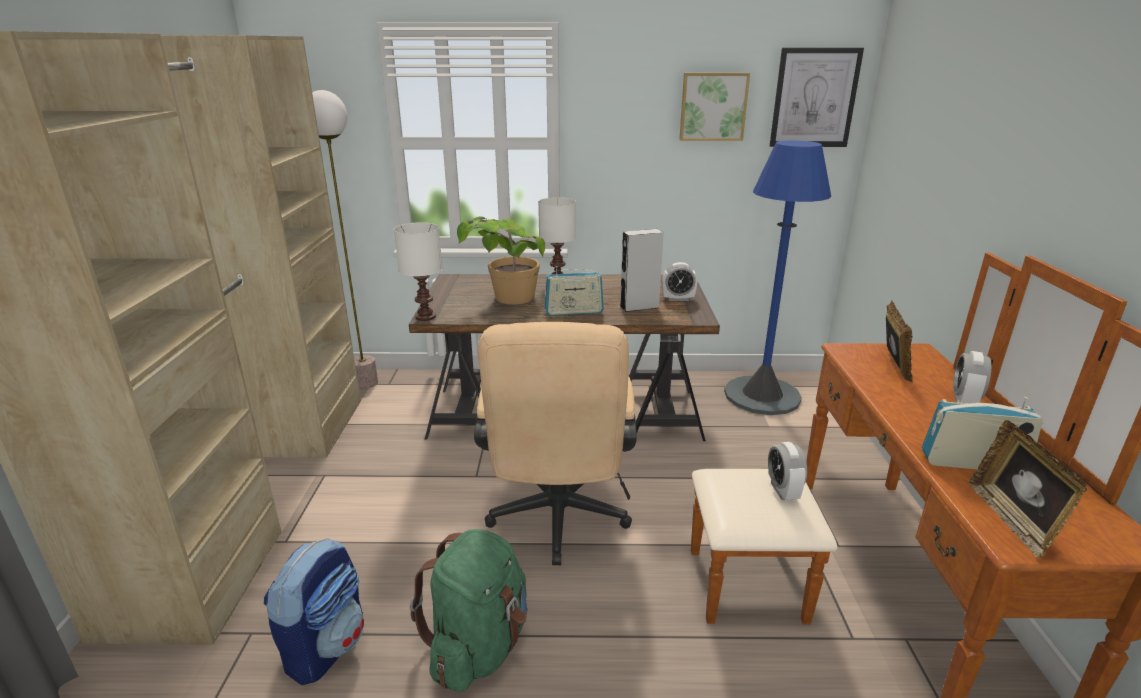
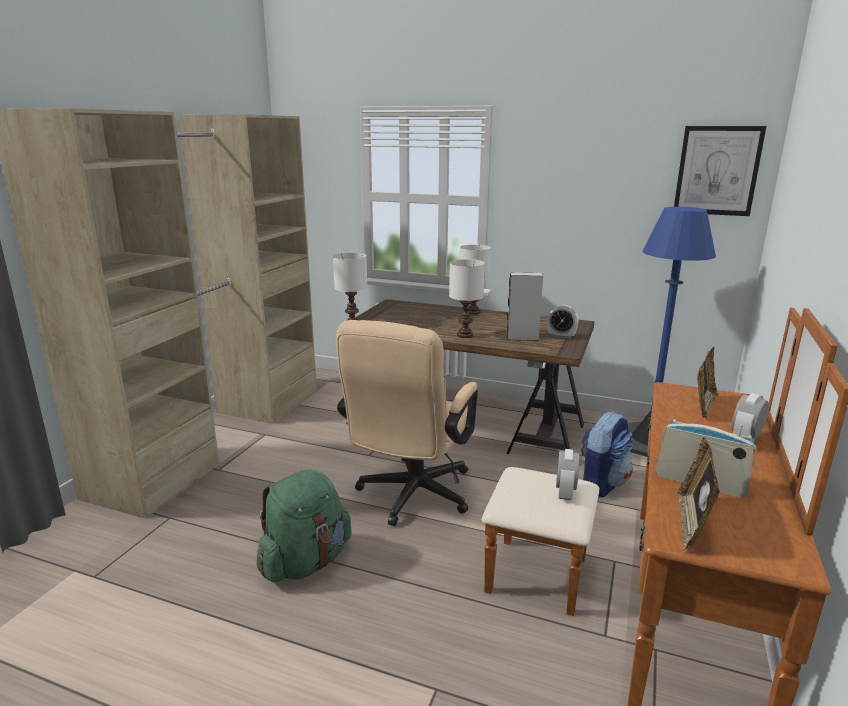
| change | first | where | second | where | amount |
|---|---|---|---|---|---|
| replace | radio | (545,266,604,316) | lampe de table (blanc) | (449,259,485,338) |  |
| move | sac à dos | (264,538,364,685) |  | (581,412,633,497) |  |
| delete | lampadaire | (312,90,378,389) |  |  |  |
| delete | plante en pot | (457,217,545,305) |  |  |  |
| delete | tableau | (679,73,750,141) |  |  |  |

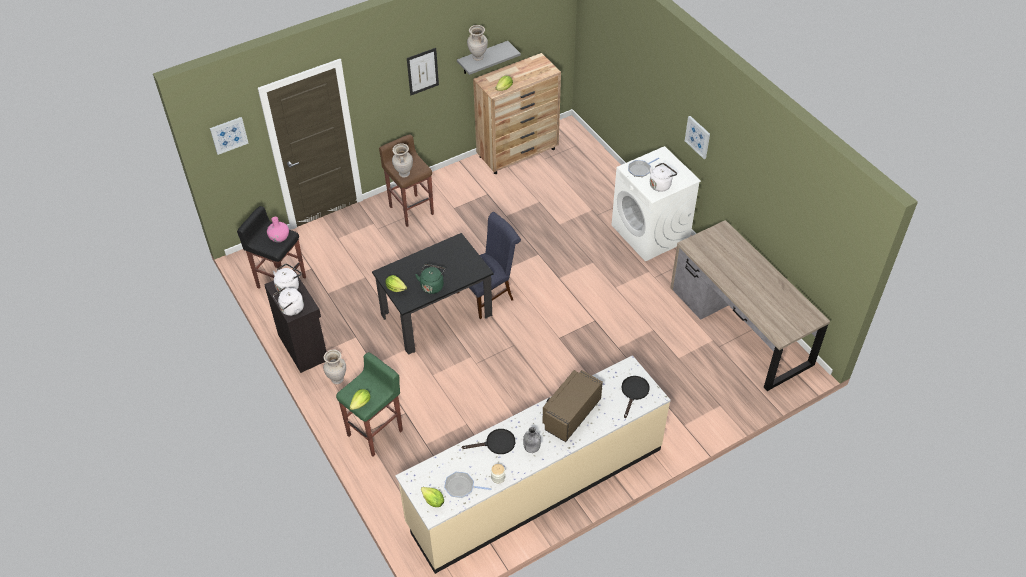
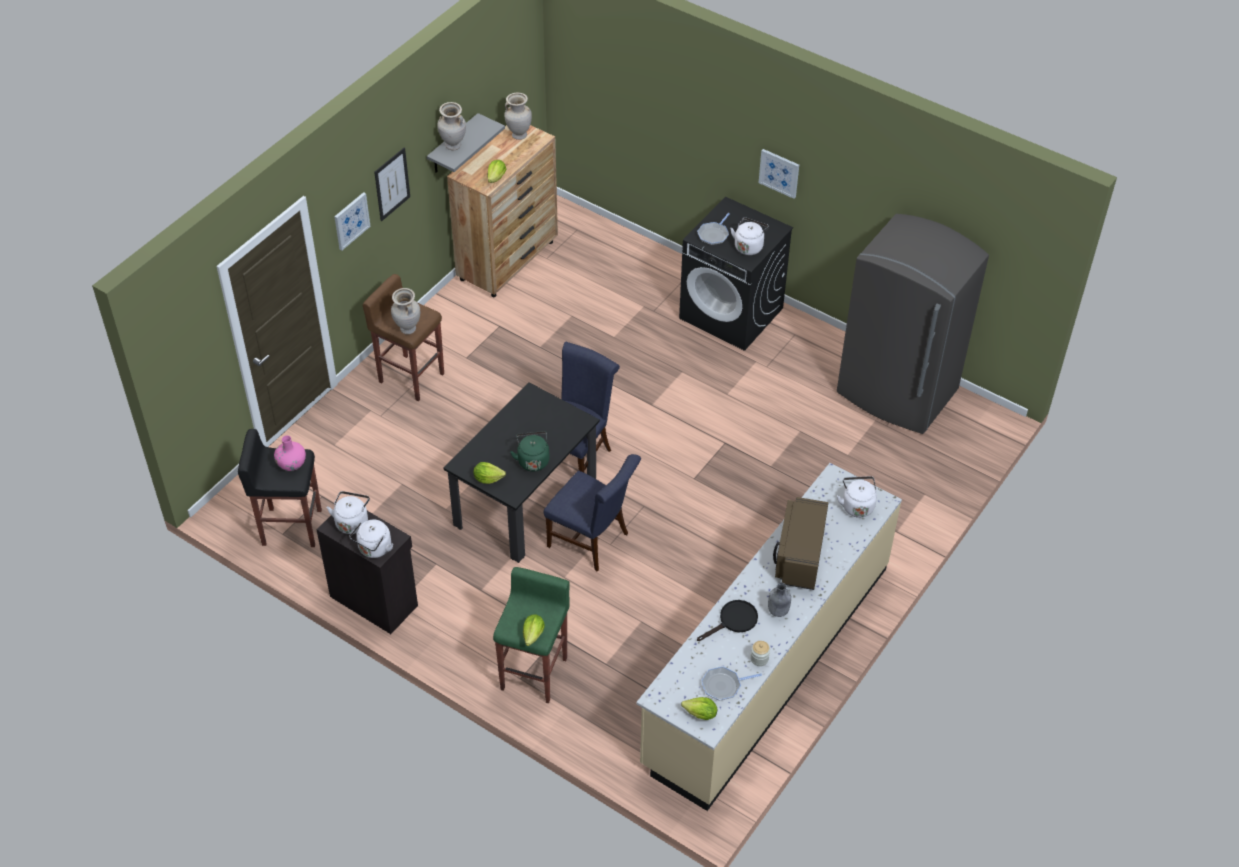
| change | first | where | second | where | amount |
|---|---|---|---|---|---|
| move | tableau | (210,117,249,155) |  | (334,192,371,250) |  |
| move | vase (beige) | (323,350,346,384) |  | (504,92,532,140) |  |
| insert |  |  | chaise (bleu) | (544,454,641,572) |  |
| recolor | lave-linge (blanc) | (612,146,701,261) | lave-linge (noir) | (679,197,793,351) |  |
| replace | bureau (marron) | (670,220,830,391) | réfrigérateur (gris) | (837,214,989,434) |  |
| replace | poêle (noir) | (622,376,650,418) | bouilloire (blanc) | (837,476,877,518) |  |

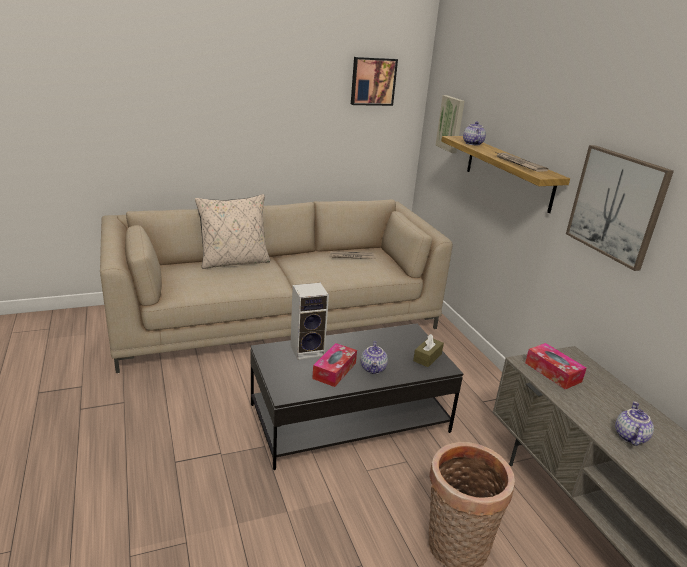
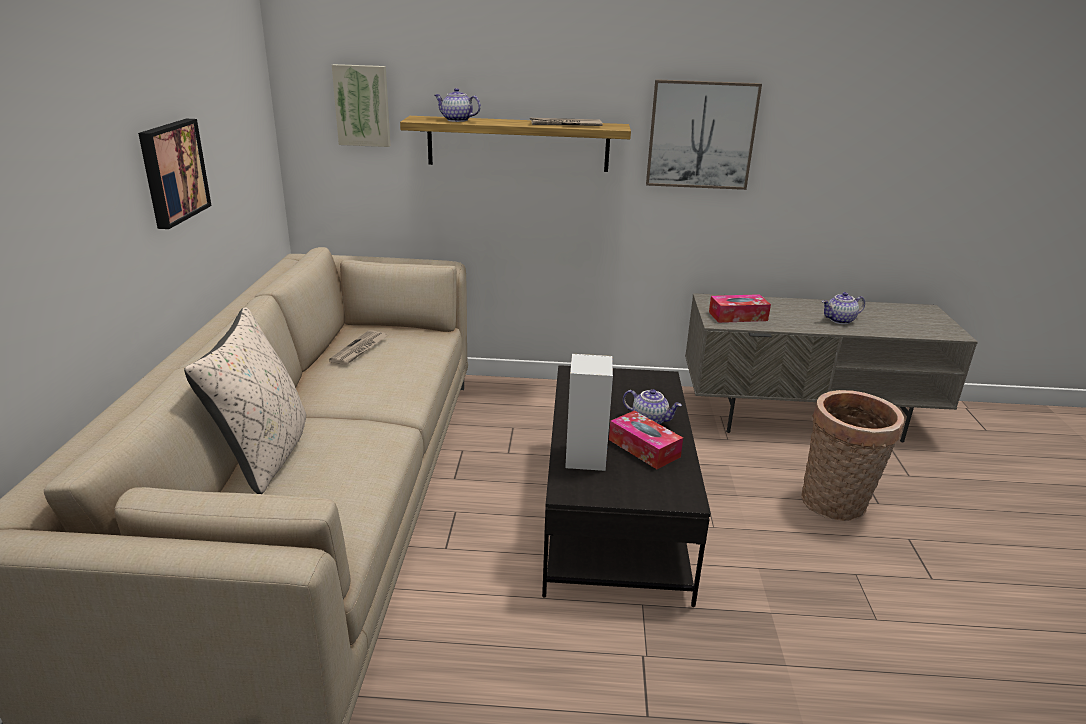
| change | first | where | second | where | amount |
|---|---|---|---|---|---|
| move | tableau | (351,57,398,106) |  | (138,119,211,229) |  |
| rotate | théière | (615,401,654,446) |  | (822,292,865,324) | 60 degrees counterclockwise |
| delete | boîte à mouchoirs (marron) | (413,334,444,367) |  |  |  |

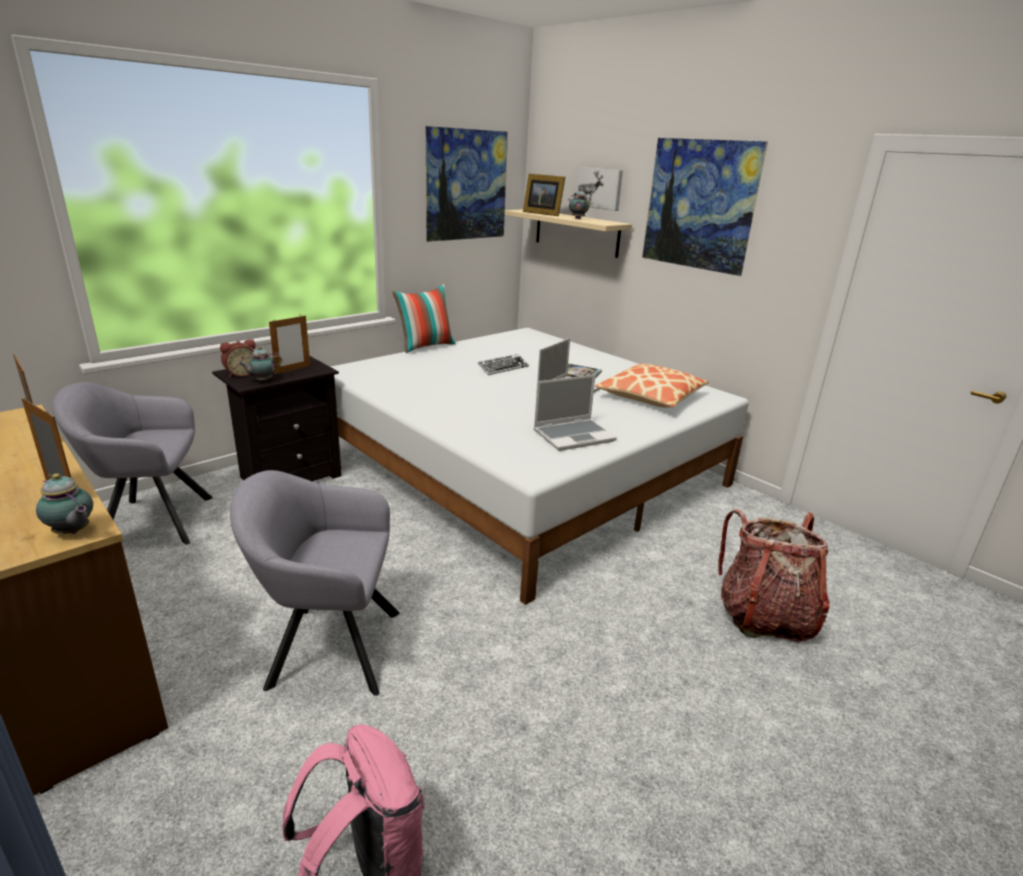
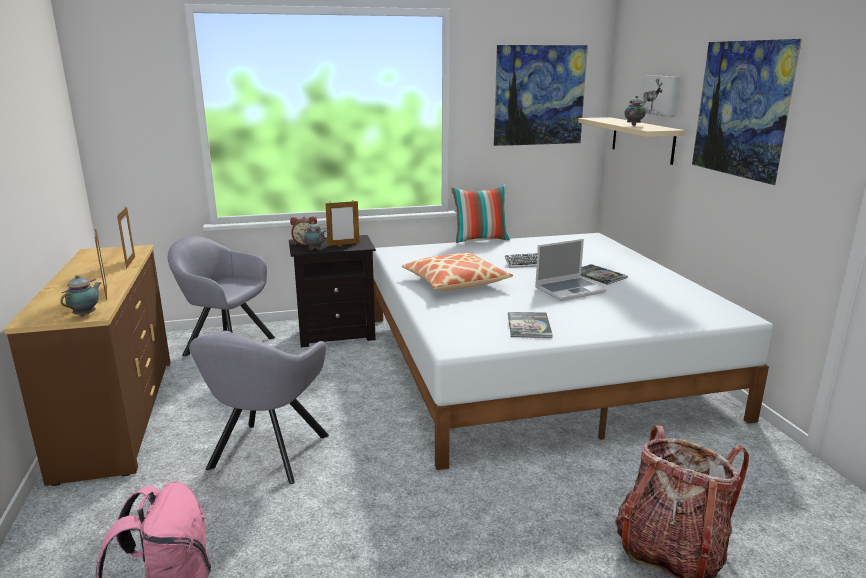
| change | first | where | second | where | amount |
|---|---|---|---|---|---|
| rotate | théière | (36,473,93,534) |  | (60,275,101,317) | 135 degrees counterclockwise |
| rotate | fauteuil (gris) | (230,470,399,696) |  | (189,331,329,484) | 105 degrees counterclockwise |
| move | coussin | (595,364,709,408) |  | (402,253,513,291) |  |
| replace | ordinateur portable | (534,375,617,451) | livre | (508,312,553,338) |  |
| delete | cadre photo | (523,174,565,216) |  |  |  |

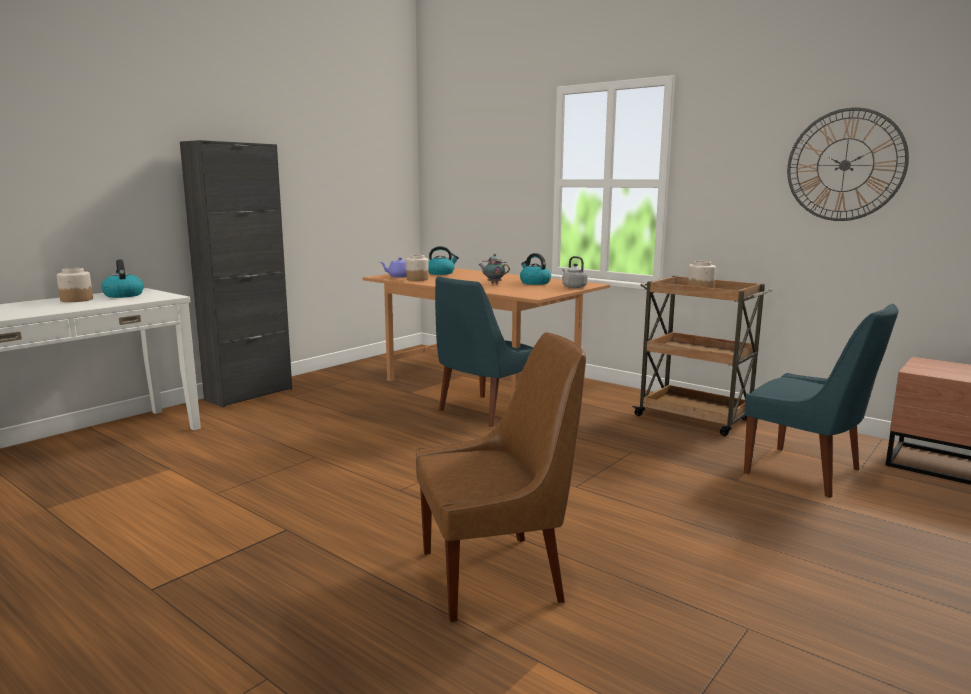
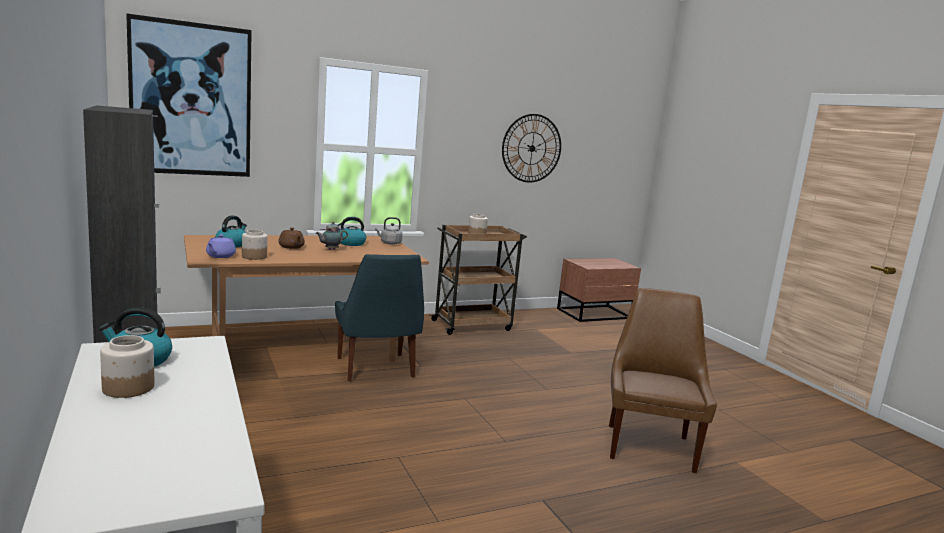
| change | first | where | second | where | amount |
|---|---|---|---|---|---|
| insert |  |  | tableau | (126,13,252,177) |  |
| insert |  |  | théière (marron) | (278,228,305,249) |  |
| delete | chaise (bleu) | (744,304,899,498) |  |  |  |

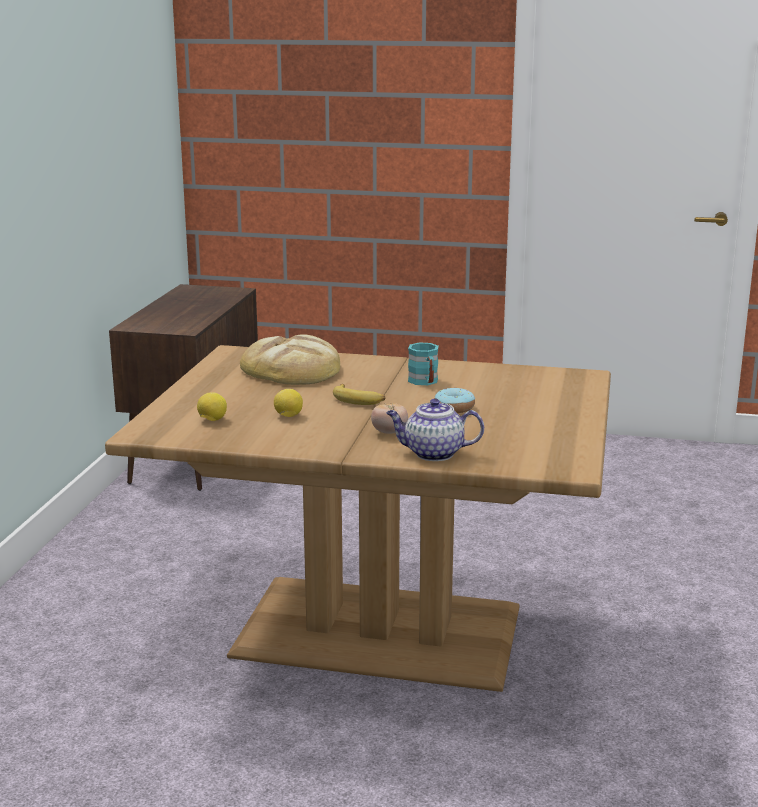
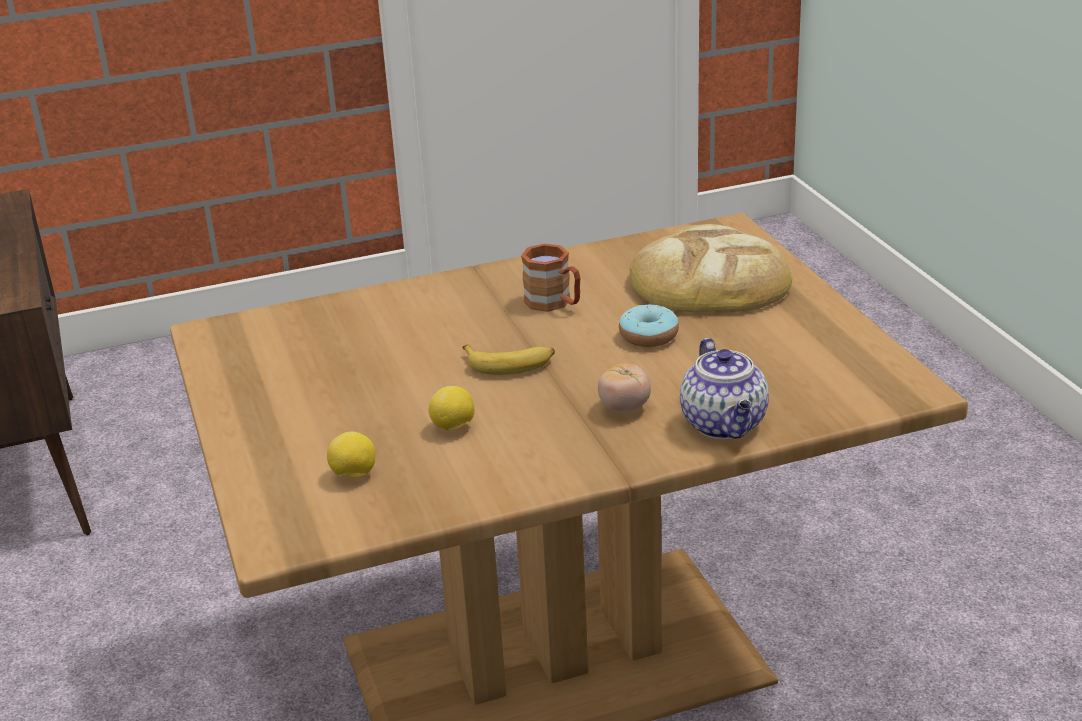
| change | first | where | second | where | amount |
|---|---|---|---|---|---|
| recolor | mug (turquoise) | (408,343,439,385) | mug (marron) | (521,243,580,312) |  |
| move | pain | (240,335,340,385) |  | (630,224,792,312) |  |
| rotate | théière | (386,398,484,461) |  | (680,338,769,439) | 75 degrees counterclockwise |

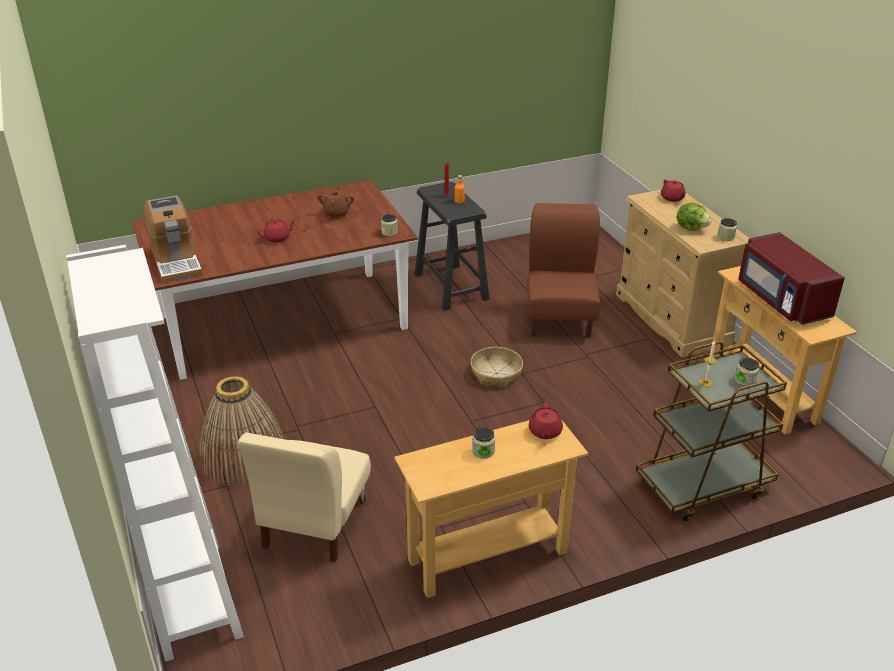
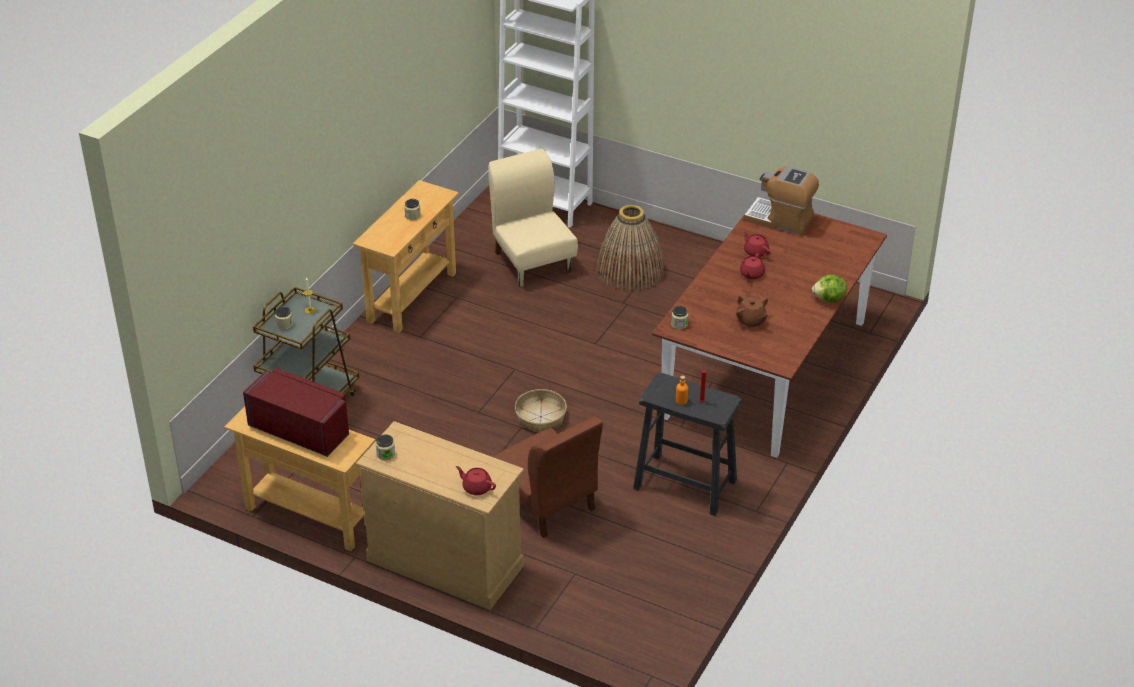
| change | first | where | second | where | amount |
|---|---|---|---|---|---|
| move | théière (rouge) | (529,403,563,439) |  | (743,229,770,257) |  |
| move | laitue | (677,203,711,231) |  | (812,275,847,303) |  |

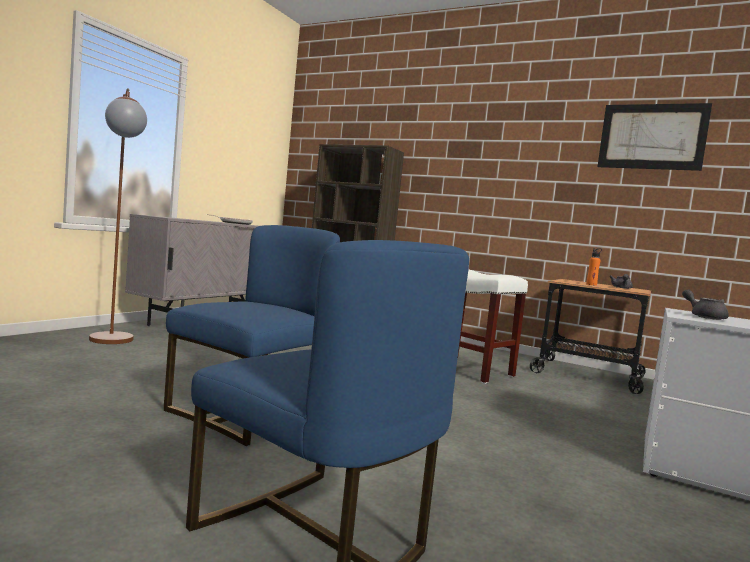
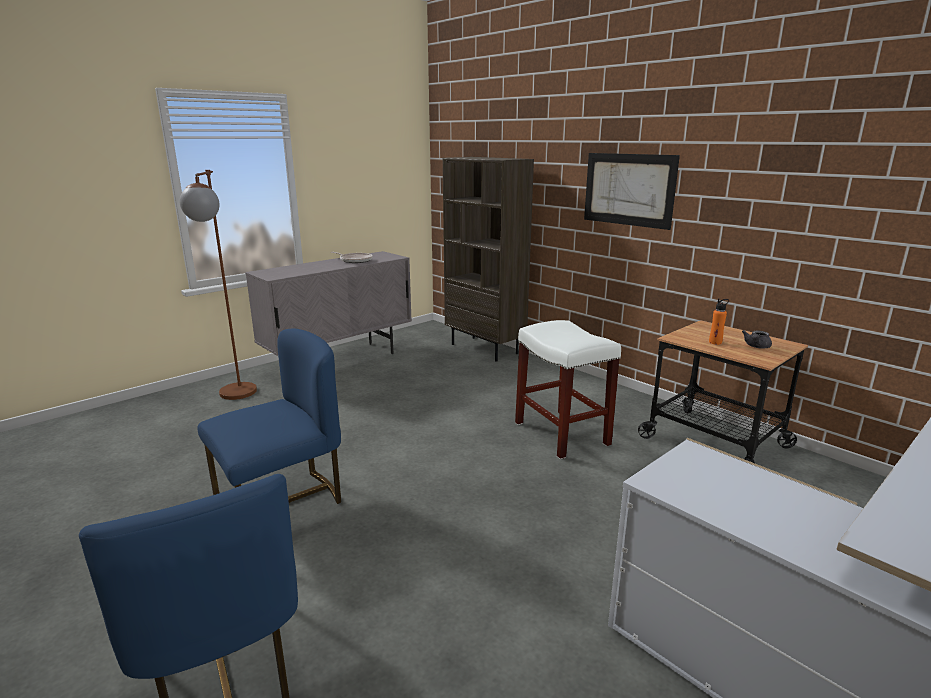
| change | first | where | second | where | amount |
|---|---|---|---|---|---|
| move | tableau | (597,103,712,171) |  | (584,153,680,230) |  |
| delete | théière (gris) | (682,289,729,320) |  |  |  |

